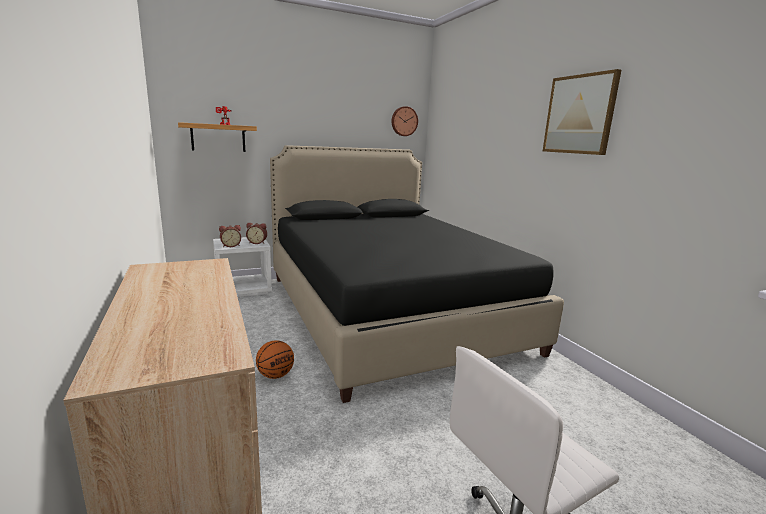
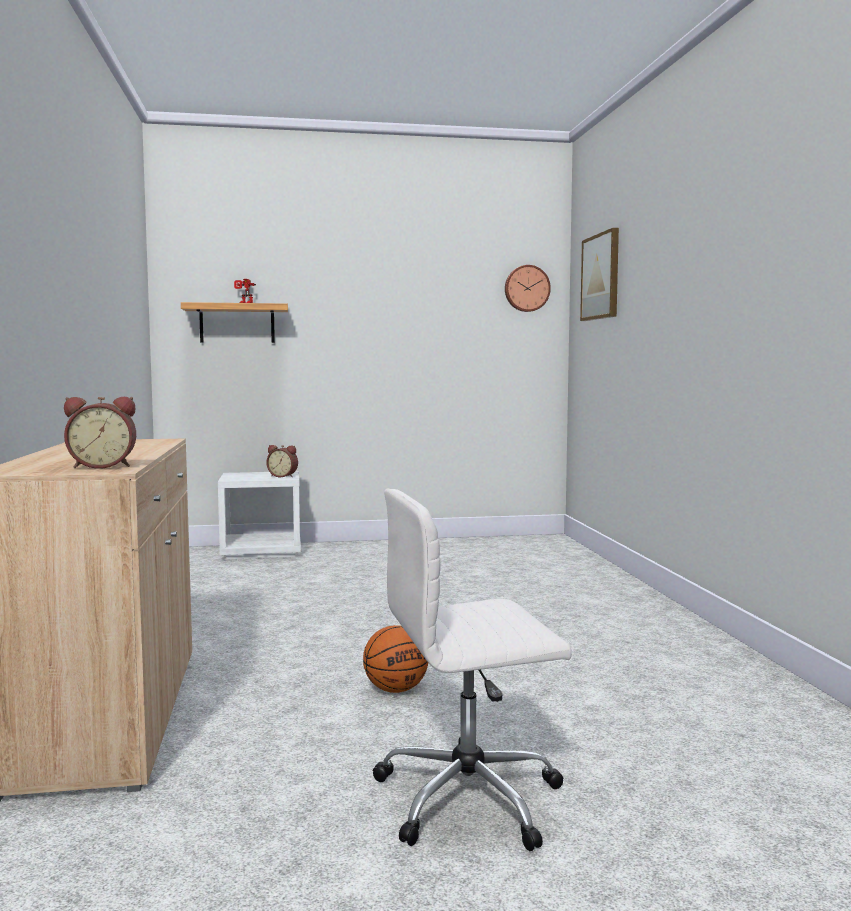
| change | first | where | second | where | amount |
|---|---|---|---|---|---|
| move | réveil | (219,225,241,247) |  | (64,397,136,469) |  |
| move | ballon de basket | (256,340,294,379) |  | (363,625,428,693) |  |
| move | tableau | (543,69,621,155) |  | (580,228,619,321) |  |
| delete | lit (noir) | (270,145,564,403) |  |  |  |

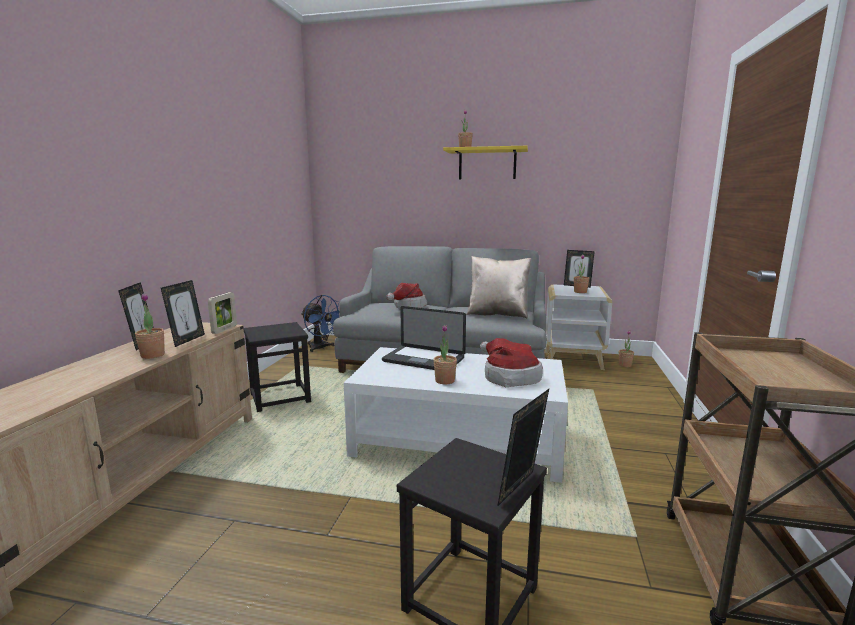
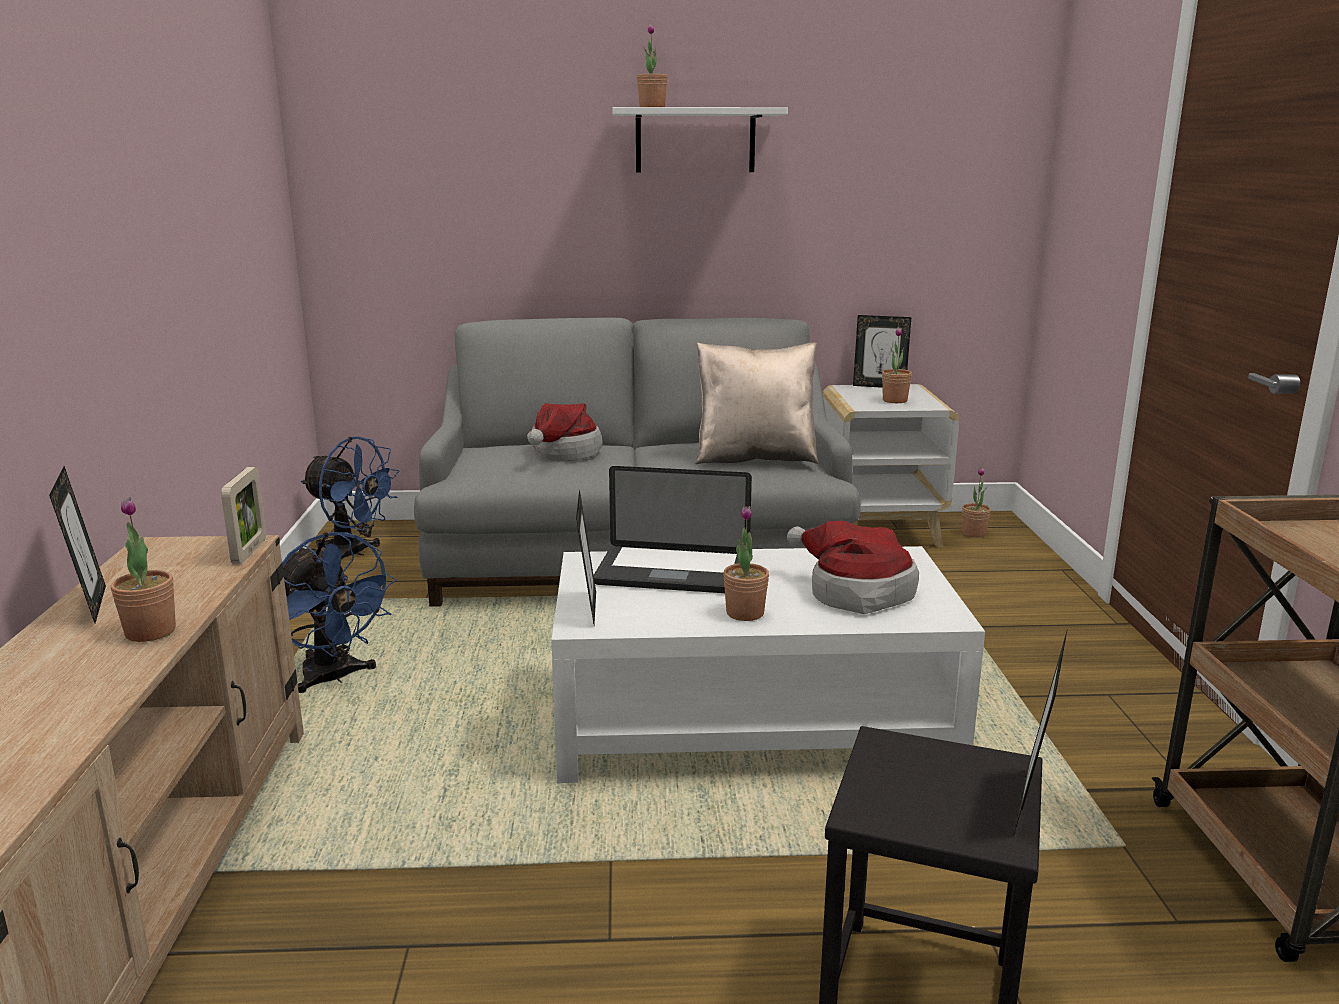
| change | first | where | second | where | amount |
|---|---|---|---|---|---|
| replace | tabouret (noir) | (243,322,311,412) | ventilateur (bleu) | (282,532,397,693) |  |
| move | cadre photo | (161,280,205,347) |  | (576,489,596,624) |  |
| recolor | étagère (jaune) | (443,146,528,179) | étagère (blanc) | (612,107,788,172) |  |

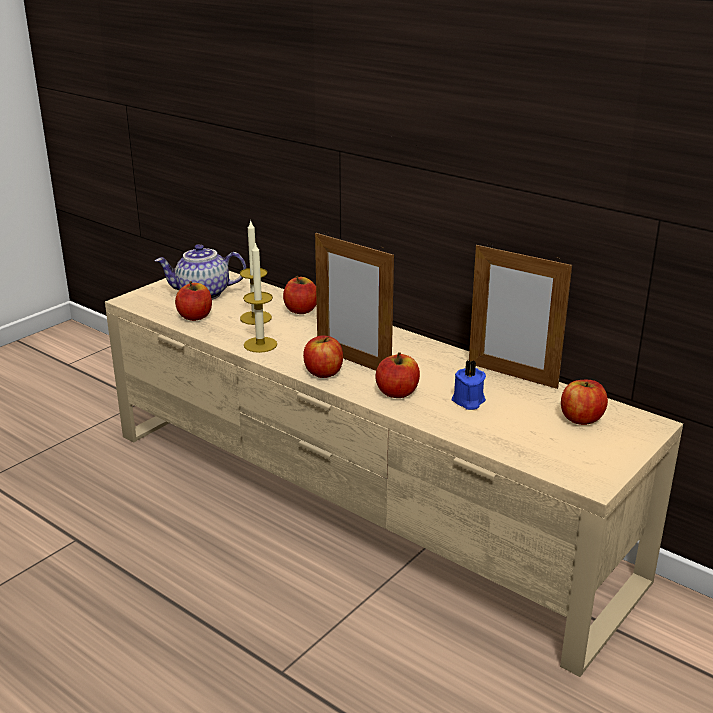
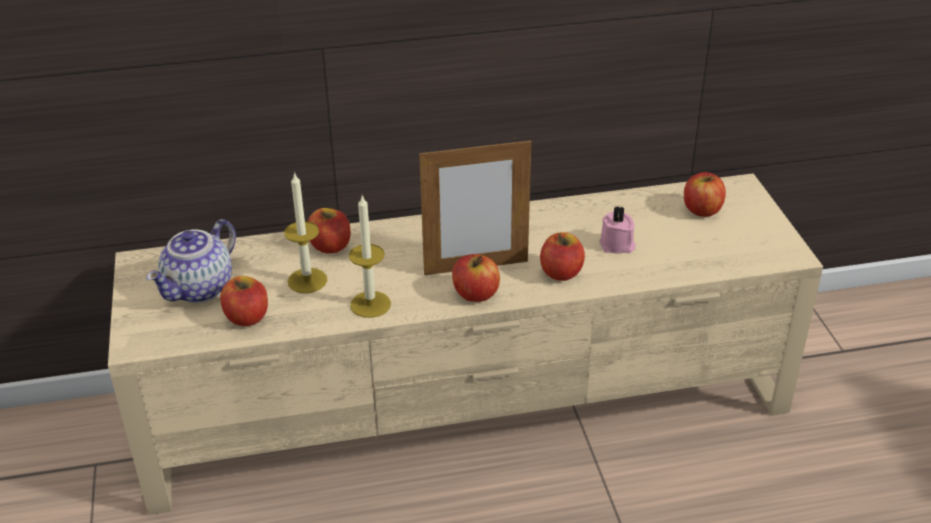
| change | first | where | second | where | amount |
|---|---|---|---|---|---|
| recolor | bougie (bleu) | (452,360,486,410) | bougie (rose) | (599,206,636,253) |  |
| delete | cadre photo | (469,243,572,389) |  |  |  |

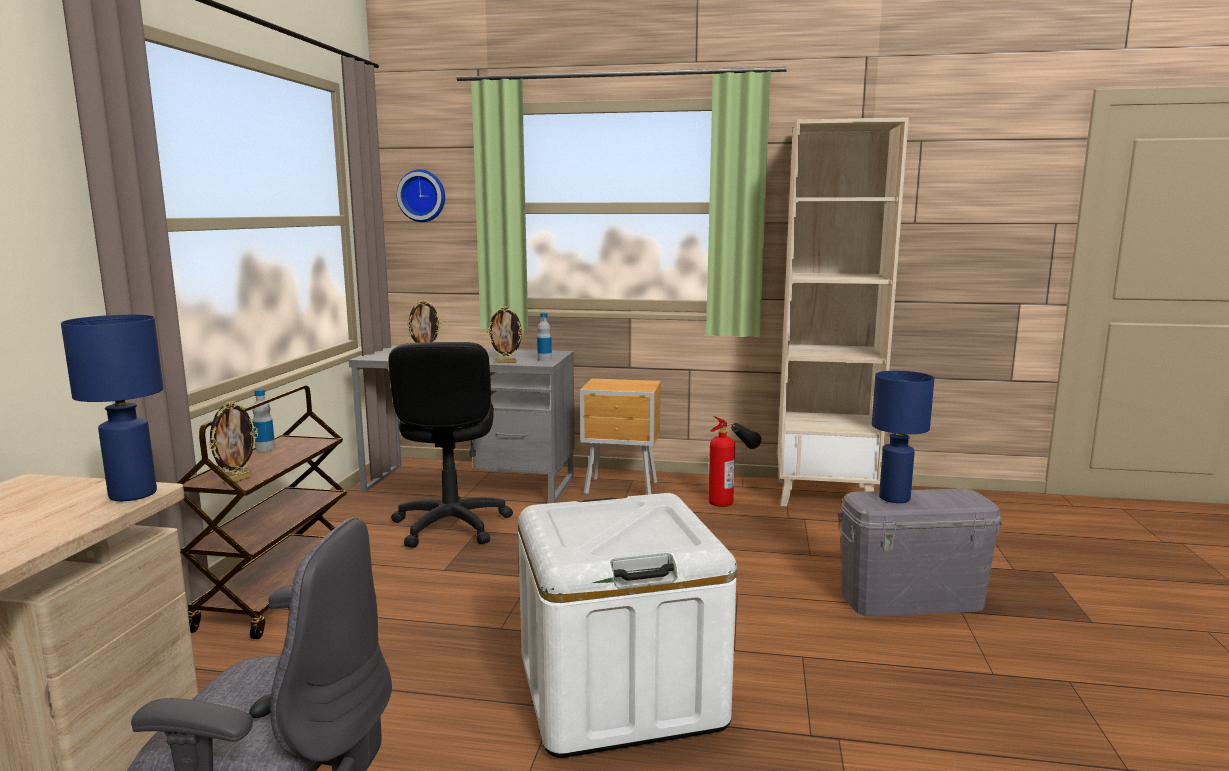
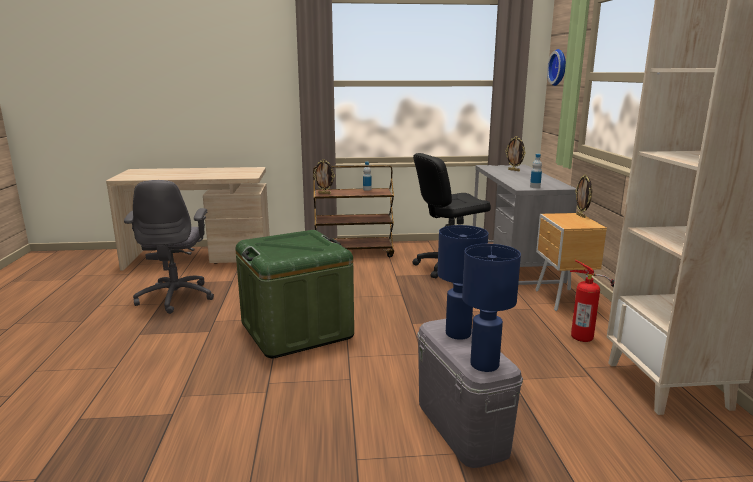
| change | first | where | second | where | amount |
|---|---|---|---|---|---|
| recolor | boîte de rangement (blanc) | (518,493,737,758) | boîte de rangement (vert) | (235,230,354,358) |  |
| move | lampe de table (bleu) | (61,315,163,501) |  | (462,244,521,372) |  |
| move | cadre photo | (487,306,524,363) |  | (575,174,592,218) |  |

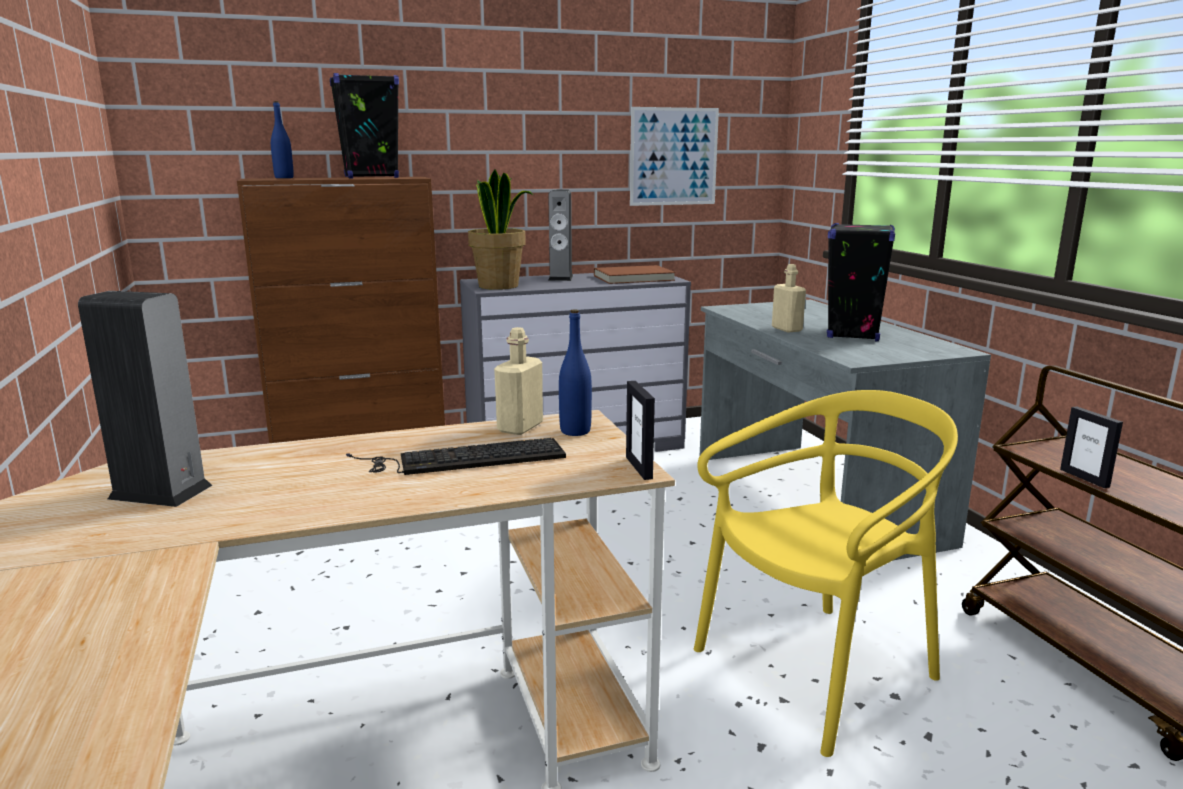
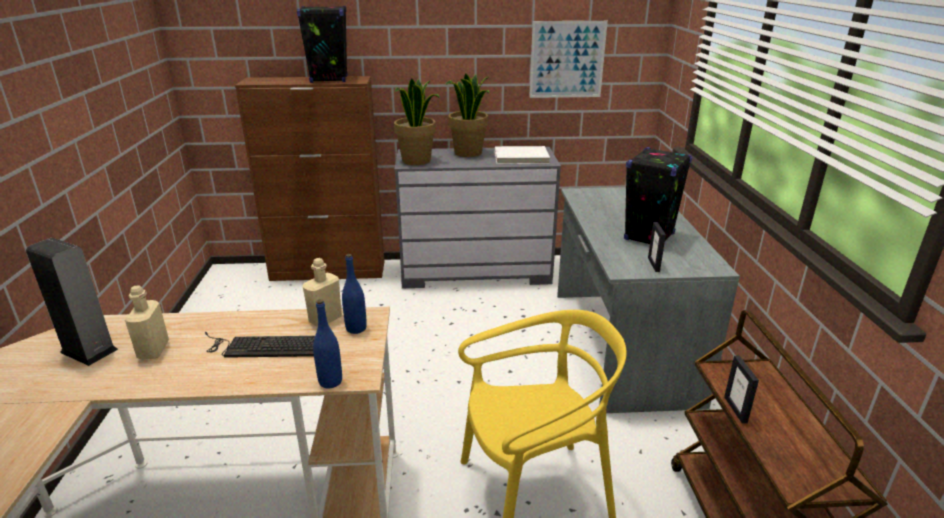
| change | first | where | second | where | amount |
|---|---|---|---|---|---|
| move | bouteille (beige) | (772,264,806,332) |  | (125,285,169,360) |  |
| move | bouteille (bleu) | (271,101,294,178) |  | (313,299,342,388) |  |
| replace | enceinte | (548,190,573,281) | plante en pot | (446,73,490,157) |  |
| recolor | livre (marron) | (594,265,675,284) | livre (blanc) | (495,146,550,164) |  |
| move | cadre photo | (626,381,655,480) |  | (648,222,666,272) |  |

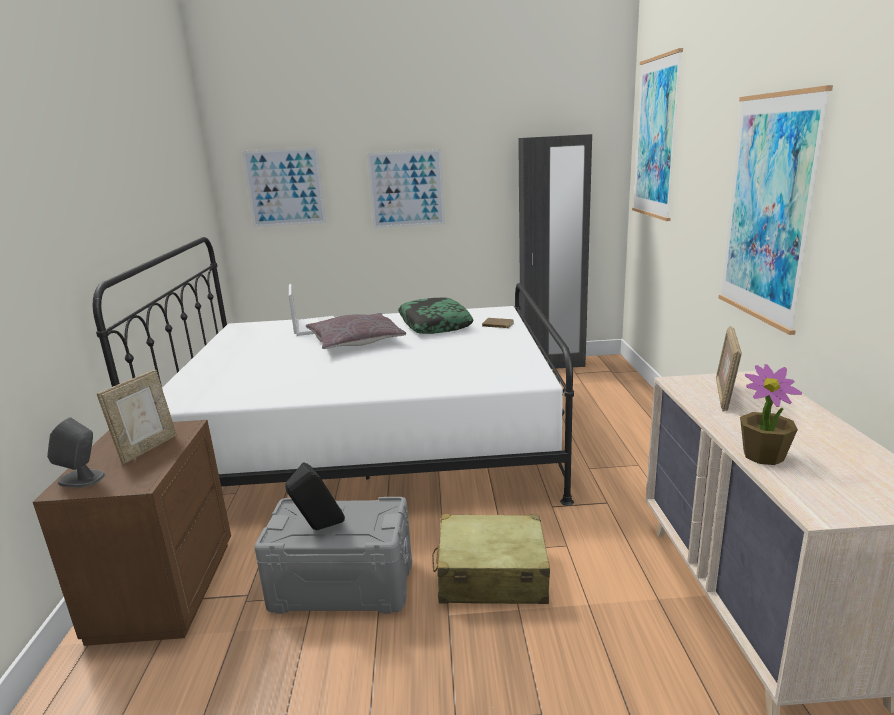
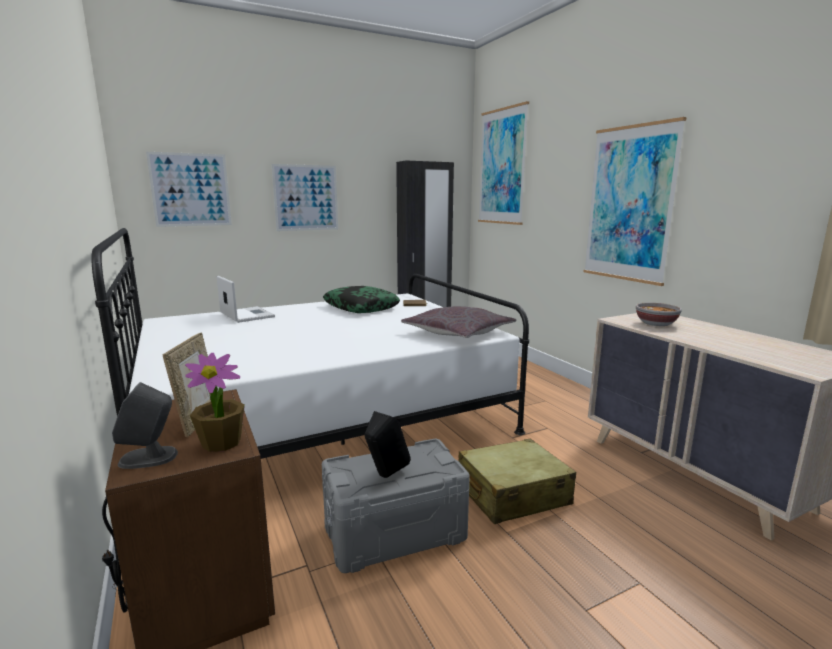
| change | first | where | second | where | amount |
|---|---|---|---|---|---|
| move | plante en pot | (740,364,802,465) |  | (185,353,245,452) |  |
| move | coussin (gris) | (306,313,406,349) |  | (401,306,516,338) |  |
| replace | cadre photo | (716,326,742,412) | bol | (636,302,682,326) |  |

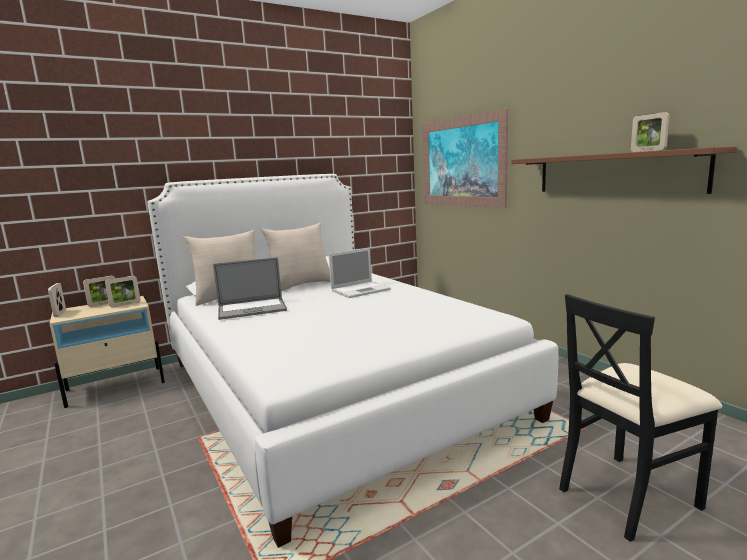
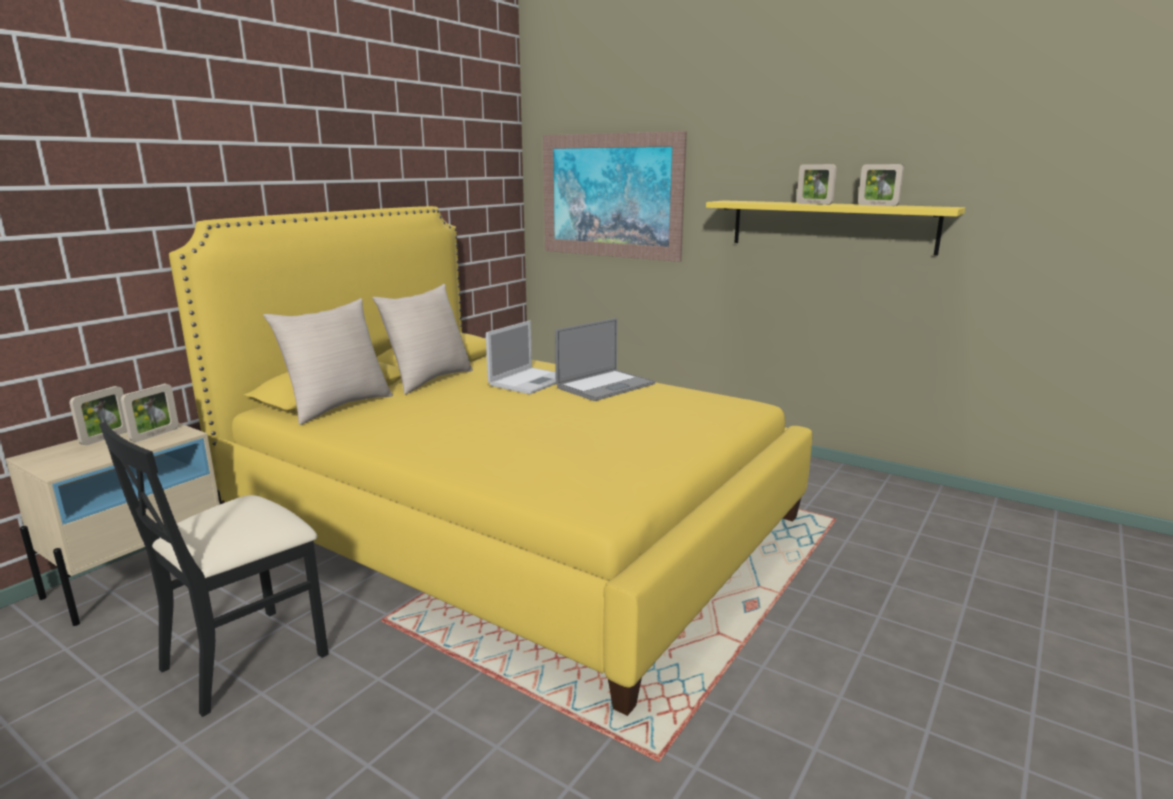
| change | first | where | second | where | amount |
|---|---|---|---|---|---|
| move | chaise (noir) | (559,294,722,542) |  | (99,422,329,717) |  |
| recolor | lit (blanc) | (147,174,559,548) | lit (jaune) | (169,206,812,716) |  |
| move | ordinateur portable | (213,257,287,320) |  | (555,318,655,401) |  |
| recolor | étagère (marron) | (512,146,737,194) | étagère (jaune) | (706,200,965,256) |  |
| move | cadre photo | (48,283,66,317) |  | (797,164,837,205) |  |

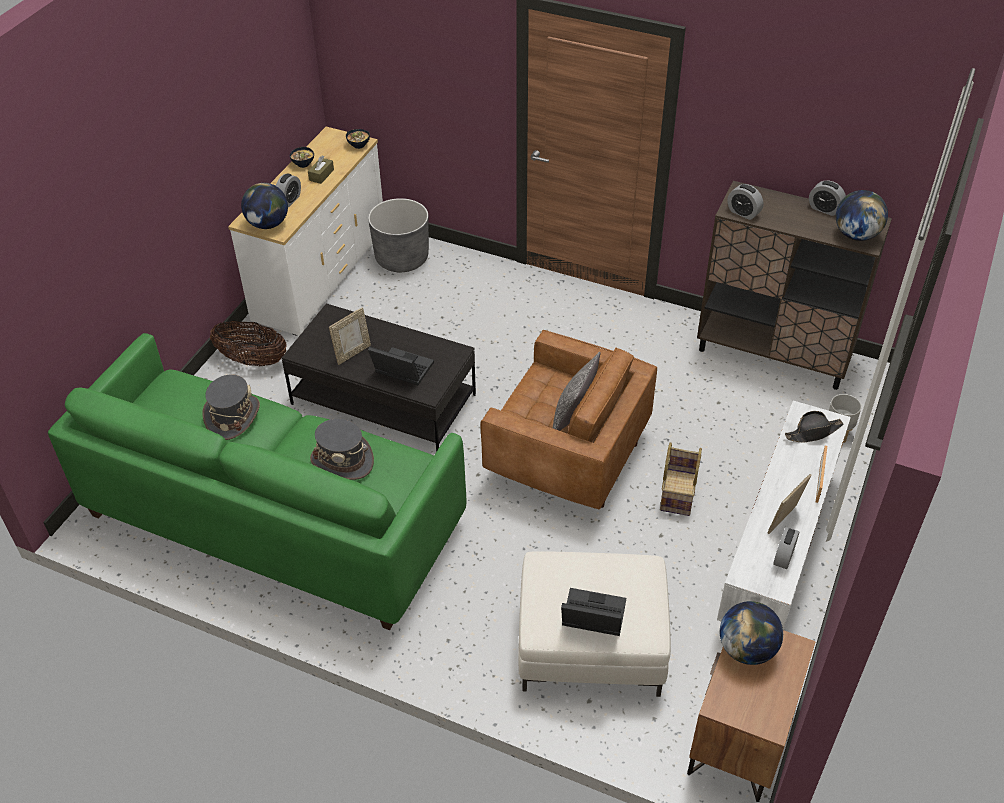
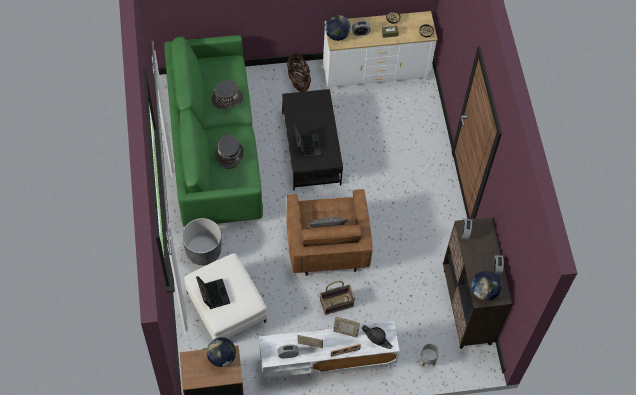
| change | first | where | second | where | amount |
|---|---|---|---|---|---|
| move | cache-pot (gris) | (368,198,429,272) |  | (182,218,221,265) |  |
| move | cadre photo | (329,307,371,365) |  | (333,316,360,338) |  |

